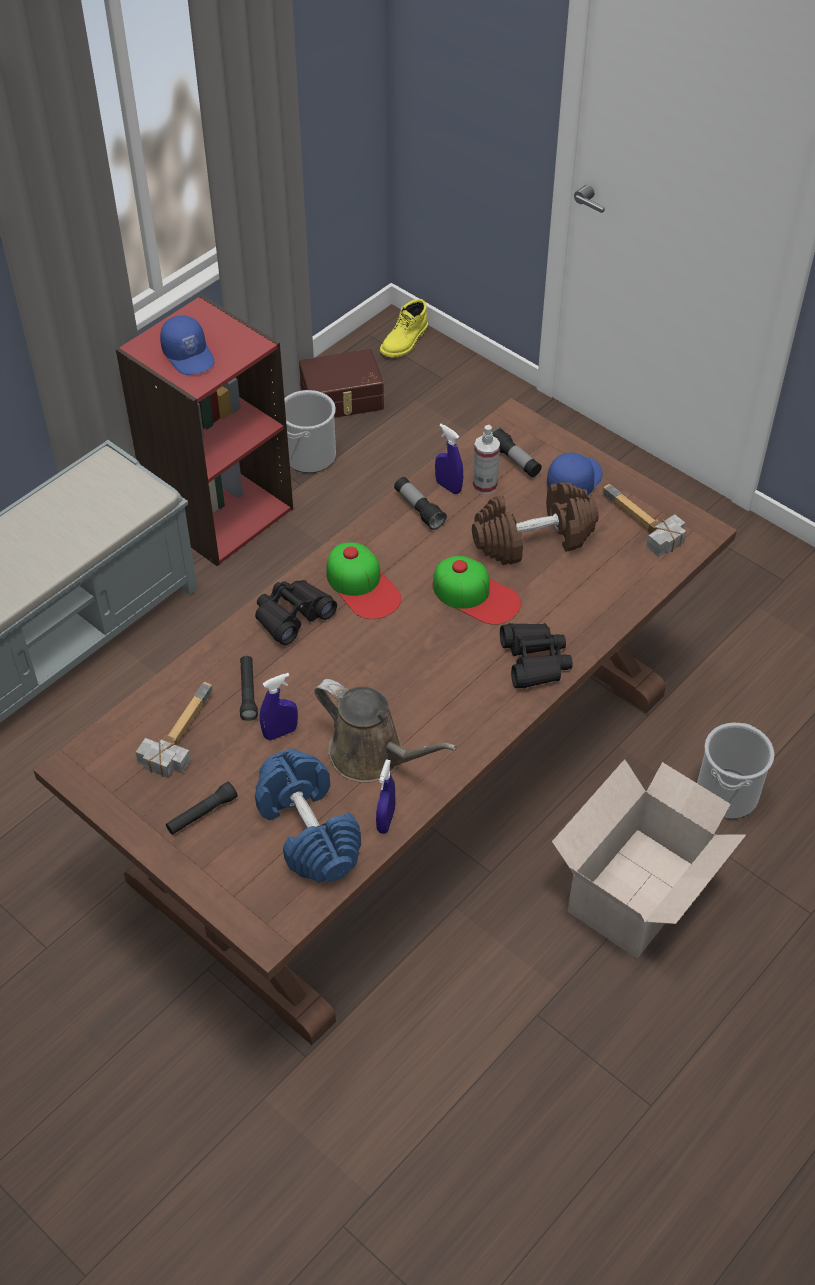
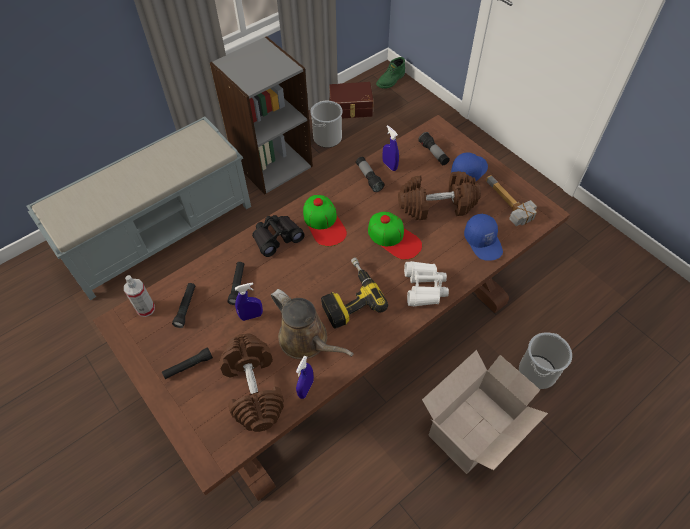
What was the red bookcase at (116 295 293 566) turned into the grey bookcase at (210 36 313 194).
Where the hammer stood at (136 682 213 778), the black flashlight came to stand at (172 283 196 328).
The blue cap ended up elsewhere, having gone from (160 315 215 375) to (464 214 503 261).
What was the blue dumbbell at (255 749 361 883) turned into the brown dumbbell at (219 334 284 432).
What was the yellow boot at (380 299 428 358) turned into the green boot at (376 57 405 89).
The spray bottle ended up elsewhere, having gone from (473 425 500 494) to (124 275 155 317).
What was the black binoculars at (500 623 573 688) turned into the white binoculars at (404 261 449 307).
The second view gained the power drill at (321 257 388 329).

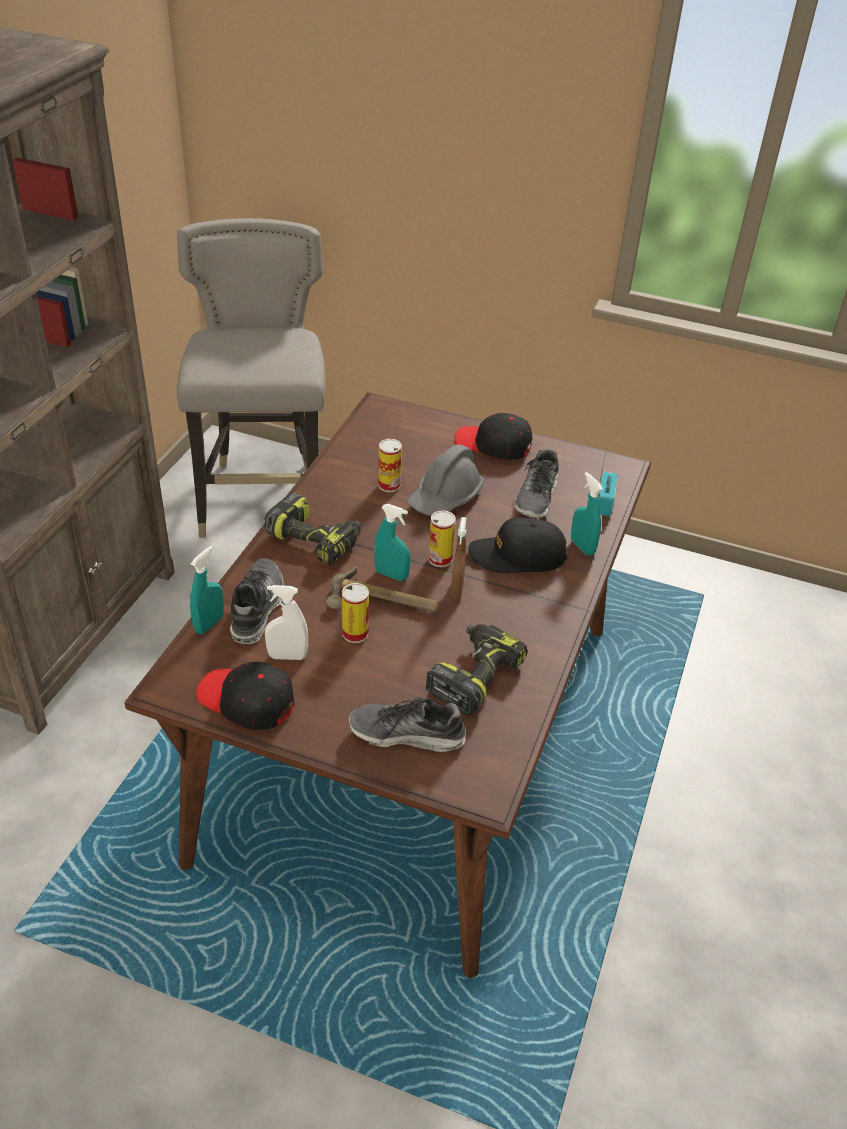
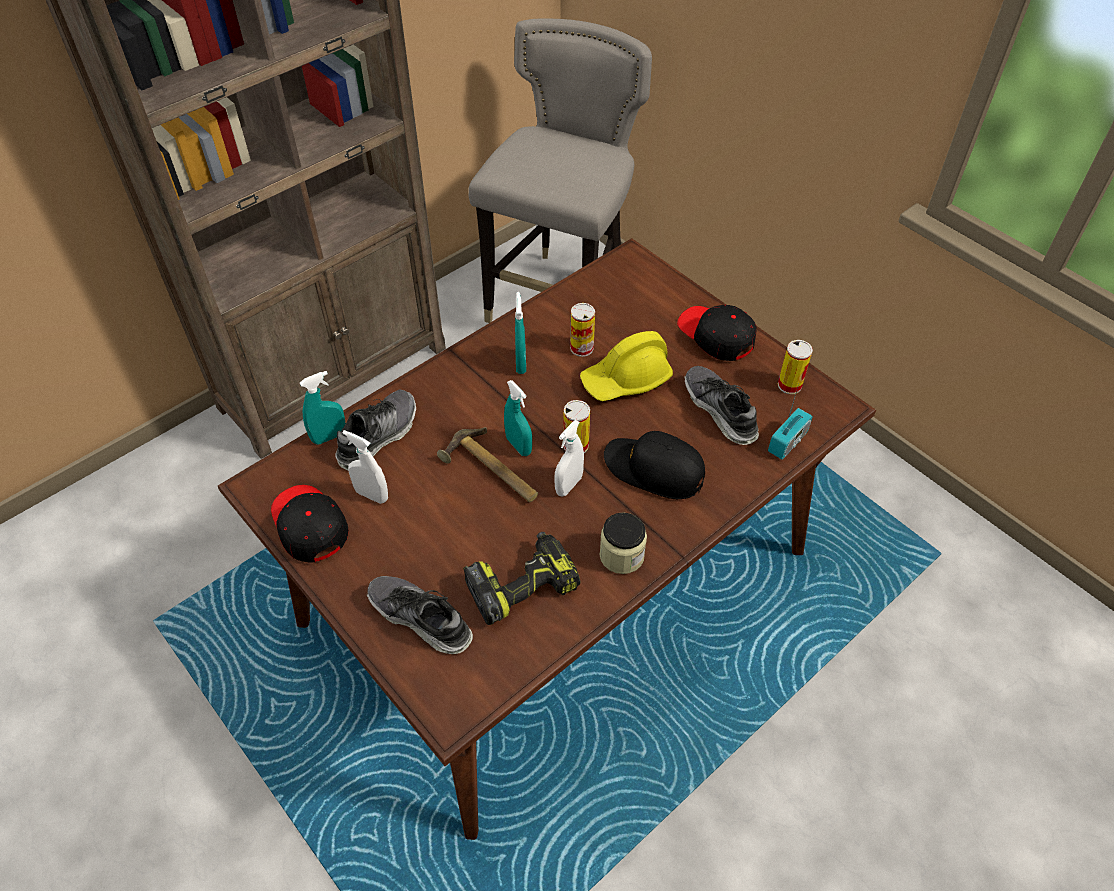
The second view lost the power drill at (264 492 362 565).
The can ended up elsewhere, having gone from (342 583 369 643) to (778 340 813 394).
What was the grey hard hat at (407 444 484 516) turned into the yellow hard hat at (580 331 673 401).
What was the brown spray bottle at (450 517 466 600) turned into the white spray bottle at (554 420 584 497).
The shoe at (514 449 559 518) ended up facing another way, 105 degrees clockwise from before.
The turquoise spray bottle ended up elsewhere, having gone from (571 472 603 556) to (515 292 526 374).
The second view gained the jar at (599 512 647 574).

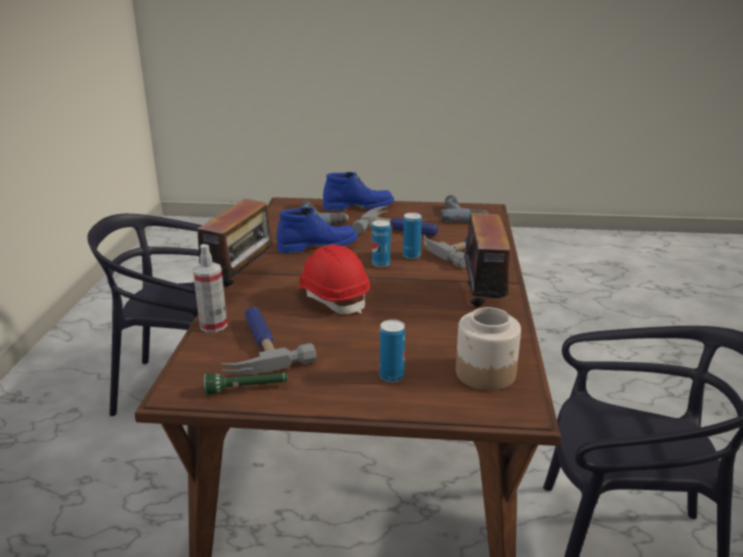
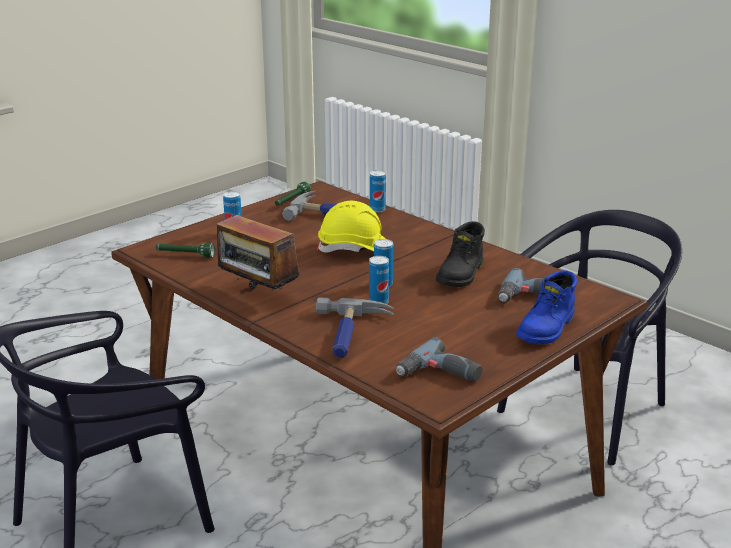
The second view lost the radio at (188 197 278 286).
Where the spray bottle stood at (193 244 227 333), the can came to stand at (370 170 386 213).
What was the blue boot at (277 207 358 253) turned into the black boot at (436 221 485 287).
What was the red hard hat at (295 245 370 314) turned into the yellow hard hat at (317 201 386 253).
The second view lost the hammer at (352 206 438 236).
Where the jar stood at (456 307 521 391), the green flashlight came to stand at (156 243 215 258).

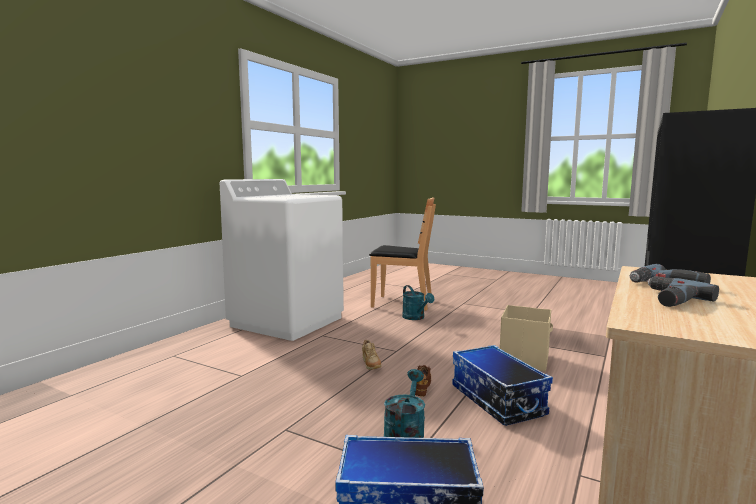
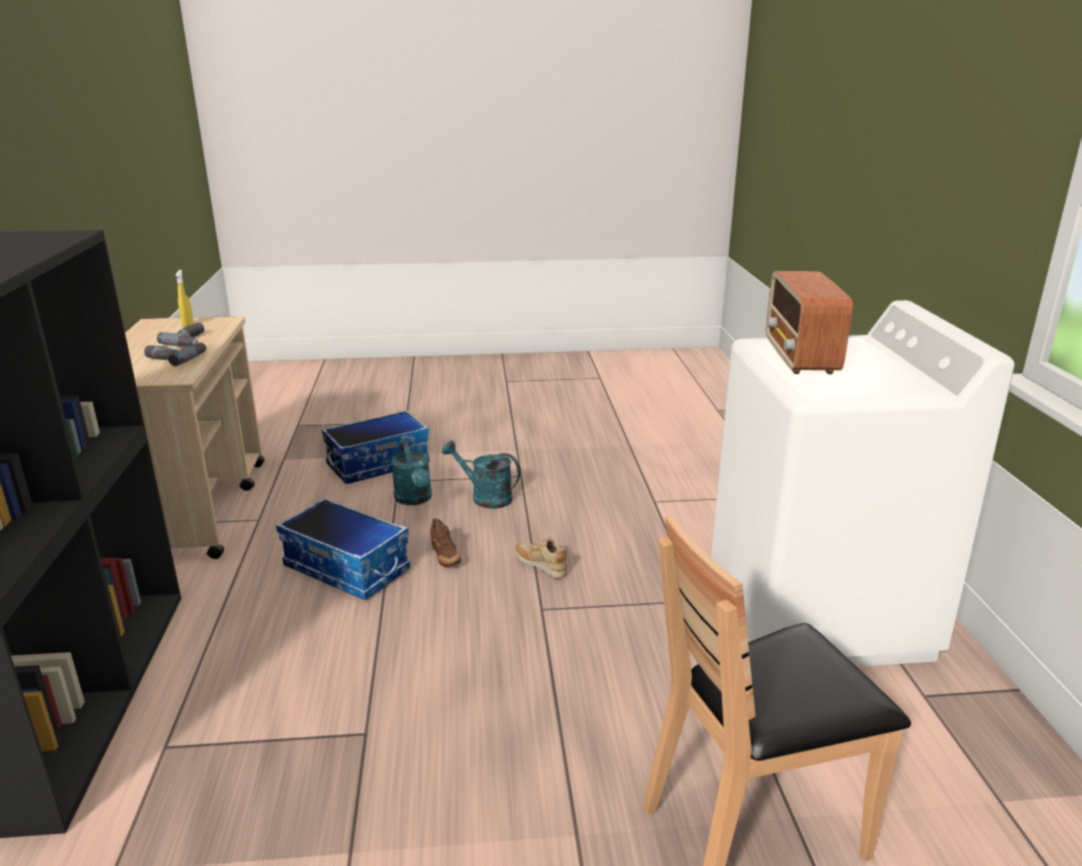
The turquoise watering can ended up elsewhere, having gone from (402 285 434 320) to (442 440 521 509).
The second view lost the beige storage box at (500 305 553 371).
The second view gained the yellow spray bottle at (176 270 193 327).
The second view gained the radio at (766 271 853 374).

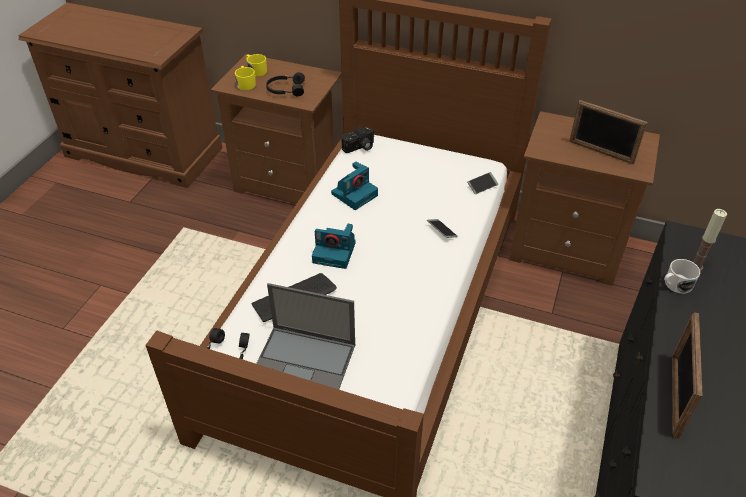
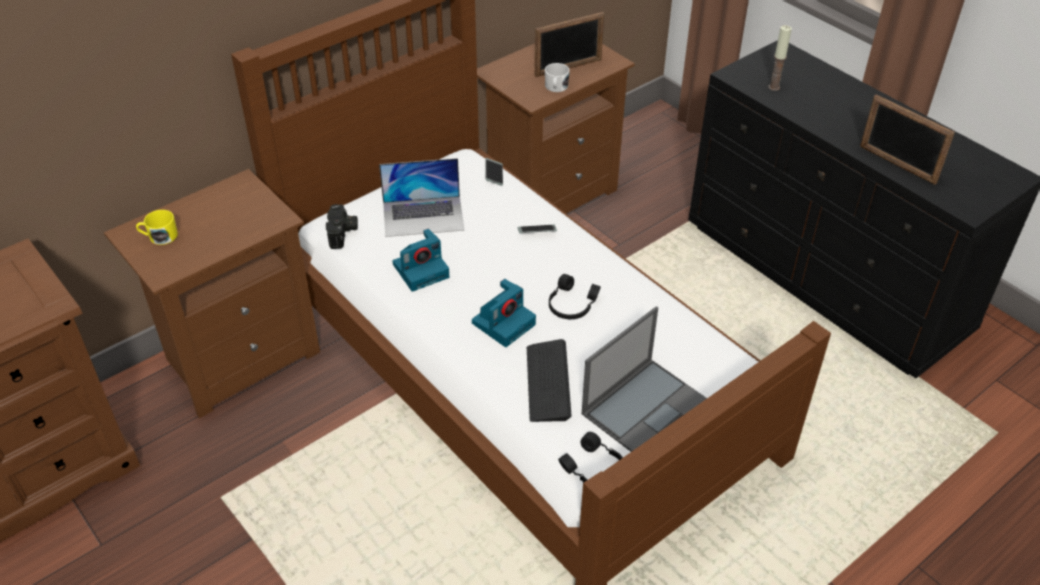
The second view lost the yellow mug at (235 66 256 90).
The black headphones ended up elsewhere, having gone from (266 72 305 96) to (549 274 601 319).
The photo camera at (331 162 378 210) ended up facing another way, 75 degrees clockwise from before.
The white mug ended up elsewhere, having gone from (664 259 700 294) to (545 63 570 92).
The second view gained the laptop at (379 158 464 237).

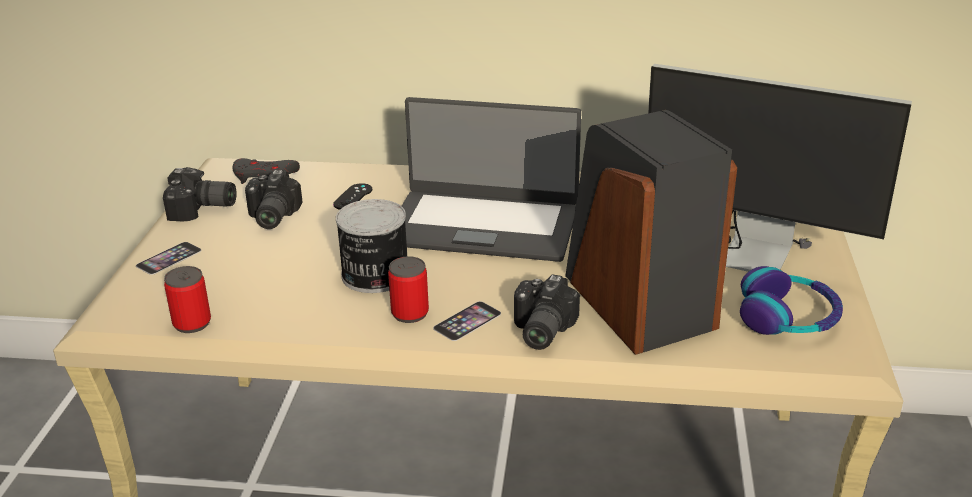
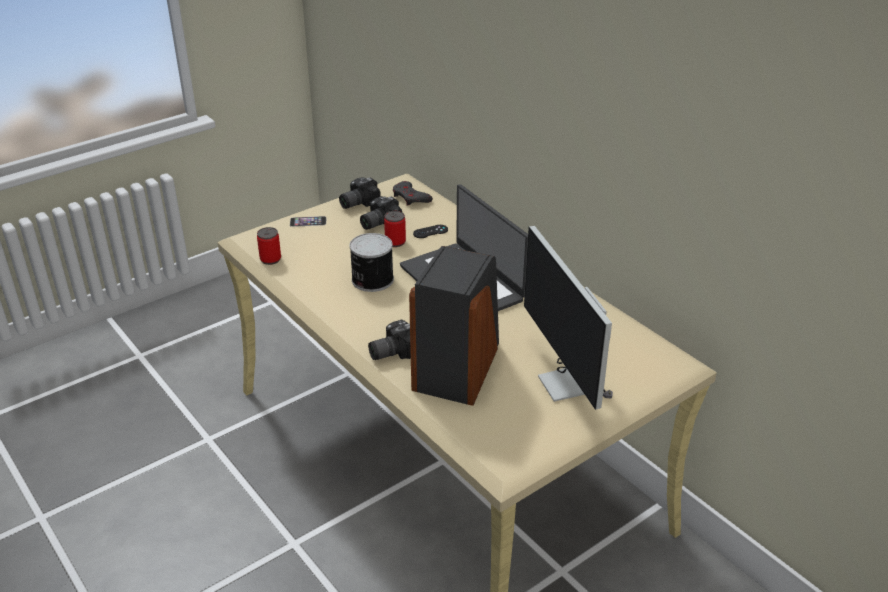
The photo camera at (163 167 237 221) ended up facing another way, 90 degrees clockwise from before.
The can ended up elsewhere, having gone from (388 256 429 323) to (384 211 406 247).
The second view lost the phone at (433 301 501 341).
The second view lost the headphones at (740 266 843 335).

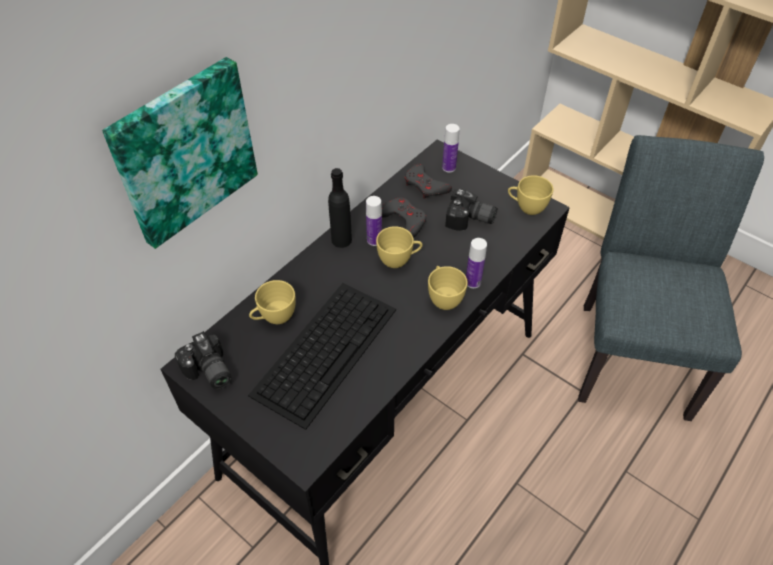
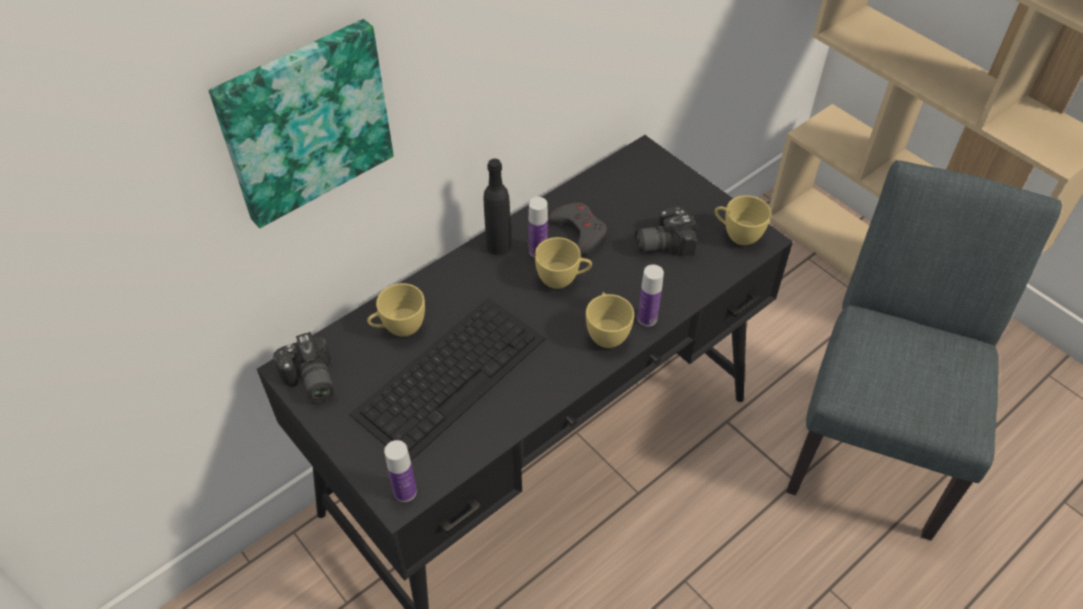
The second view lost the grey game controller at (405 164 452 199).
The bottle ended up elsewhere, having gone from (442 124 460 172) to (384 440 417 502).
The photo camera at (445 189 497 231) ended up facing another way, 135 degrees clockwise from before.

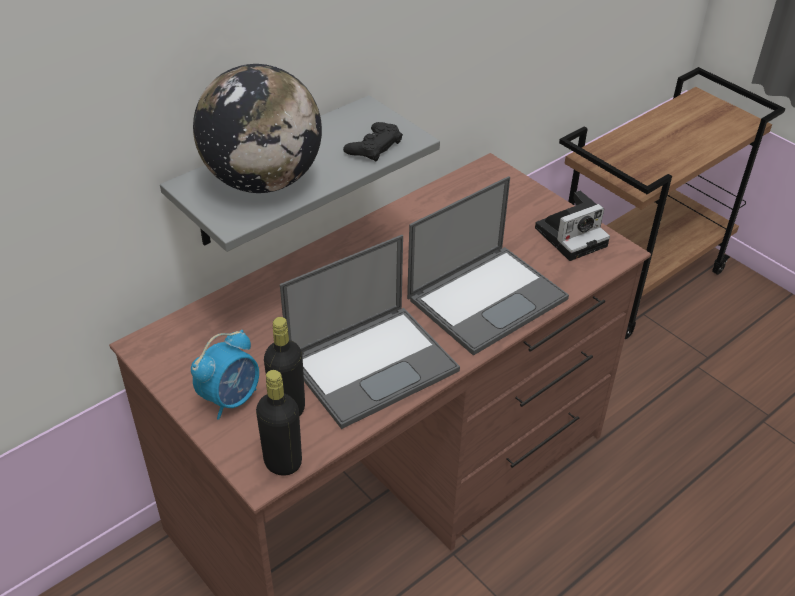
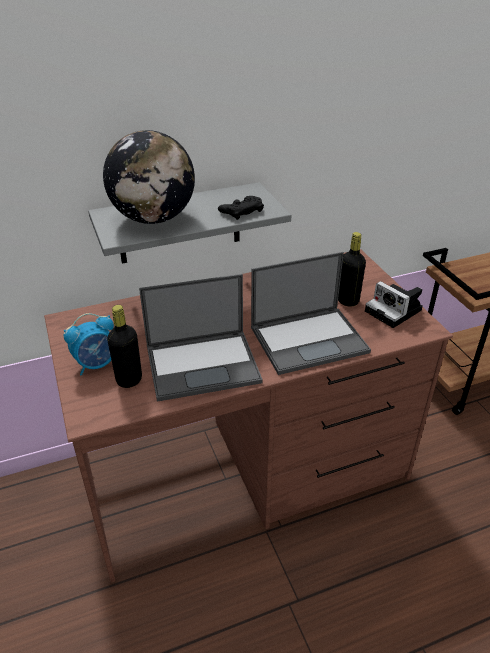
The black bottle ended up elsewhere, having gone from (256 370 302 476) to (338 232 366 307).
The photo camera at (535 191 610 261) ended up facing another way, 60 degrees clockwise from before.

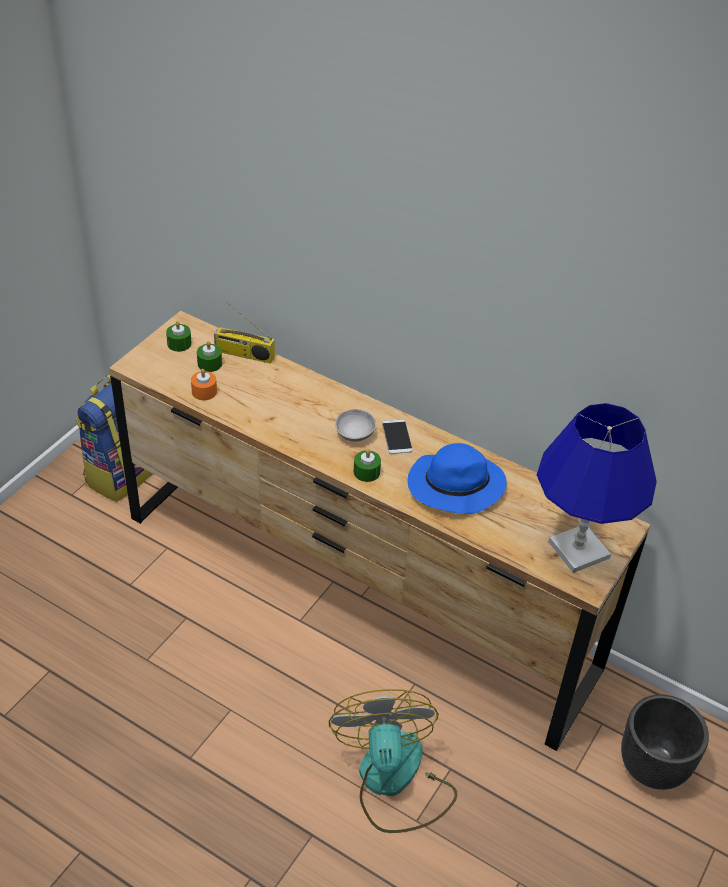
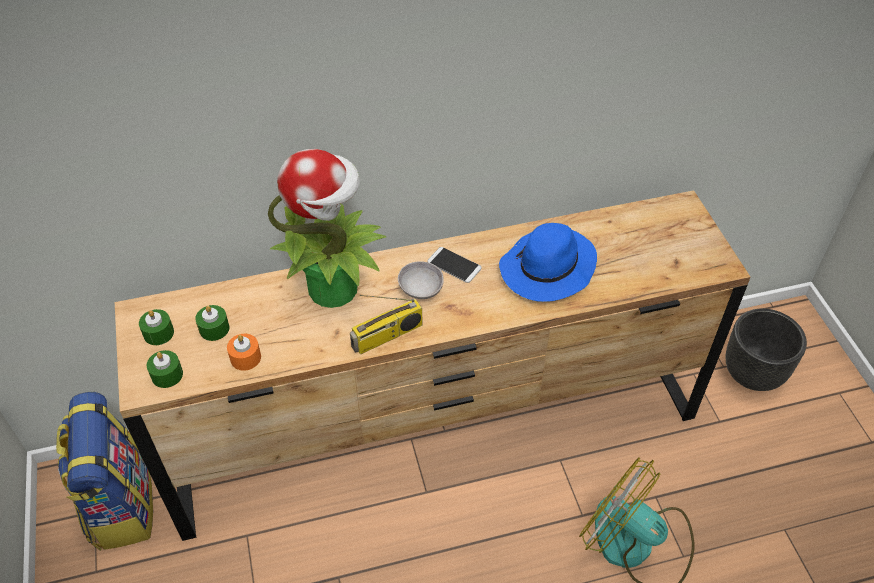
The radio ended up elsewhere, having gone from (214 302 275 364) to (350 295 423 354).
The green candle ended up elsewhere, having gone from (354 449 381 482) to (146 350 183 388).
The second view lost the blue table lamp at (537 403 657 573).
The second view gained the potted plant at (268 149 386 308).

